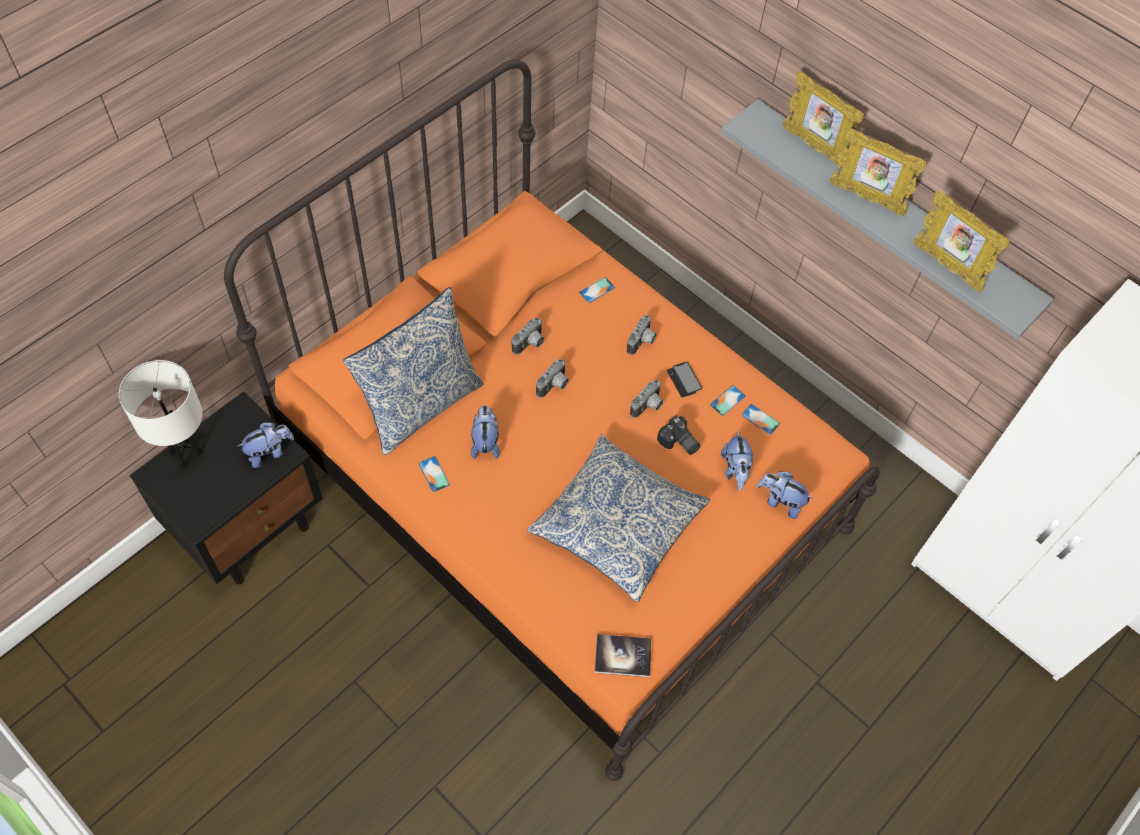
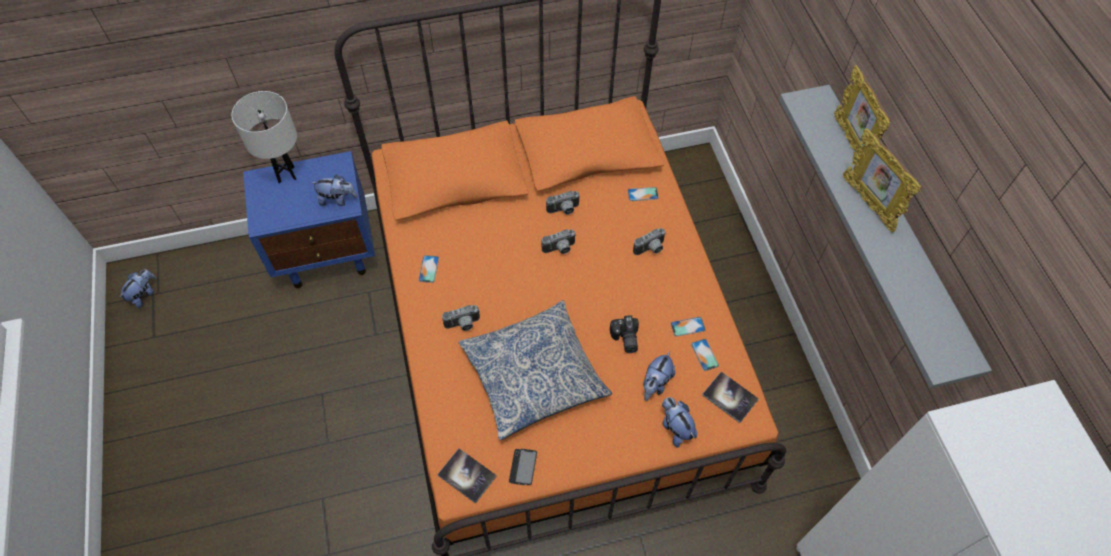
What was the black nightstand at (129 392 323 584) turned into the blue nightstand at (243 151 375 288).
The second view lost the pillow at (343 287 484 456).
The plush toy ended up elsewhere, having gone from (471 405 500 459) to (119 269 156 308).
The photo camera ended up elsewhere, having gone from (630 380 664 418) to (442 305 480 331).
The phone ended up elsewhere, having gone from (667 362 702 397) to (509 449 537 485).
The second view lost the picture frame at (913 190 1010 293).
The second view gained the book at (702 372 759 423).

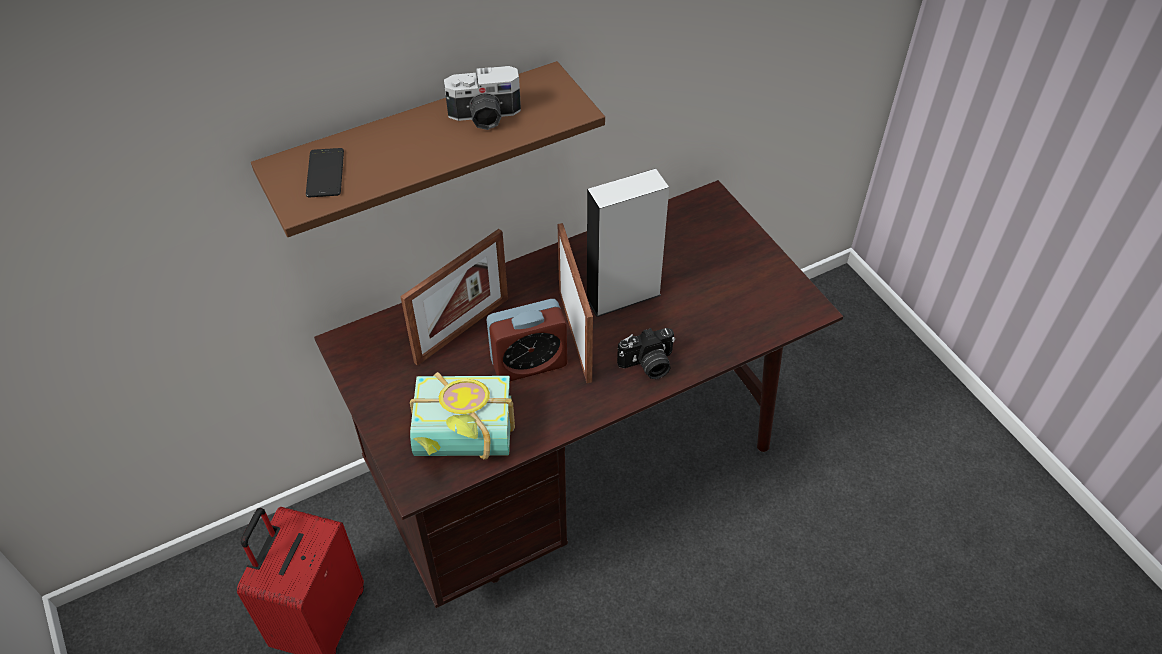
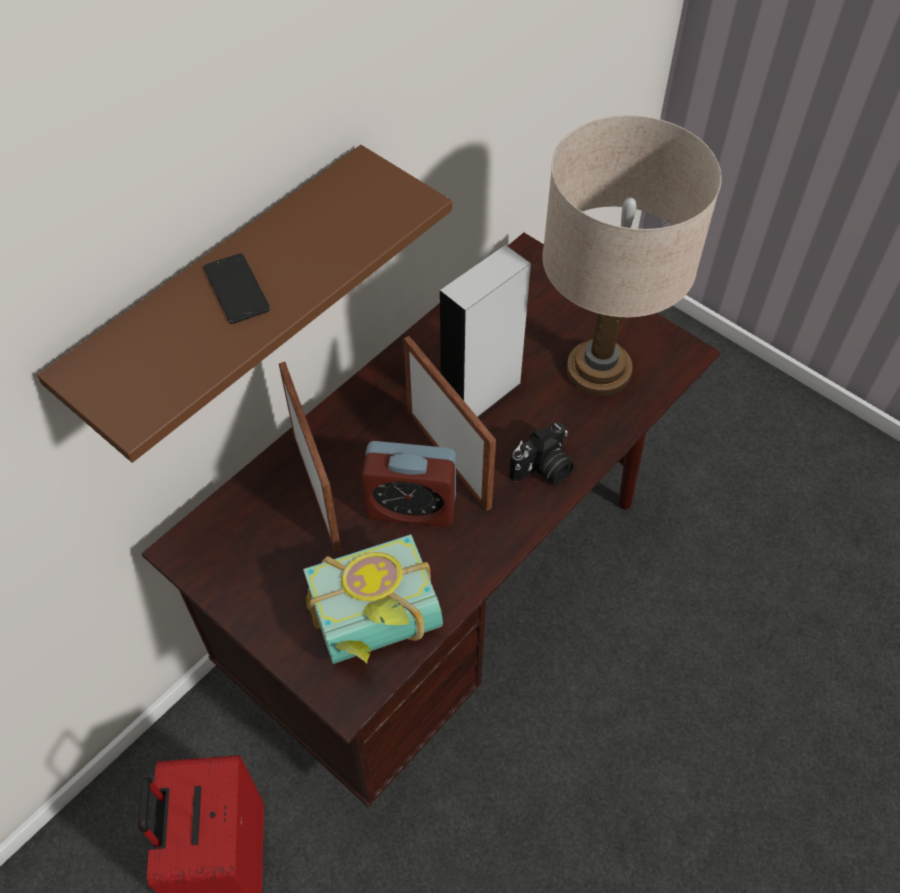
The phone ended up elsewhere, having gone from (306 148 344 197) to (204 253 270 324).
The picture frame at (400 229 508 366) ended up facing another way, 45 degrees counterclockwise from before.
The second view lost the photo camera at (444 66 521 130).
The alarm clock at (487 299 567 381) ended up facing another way, 45 degrees clockwise from before.
The second view gained the beige table lamp at (542 115 722 396).

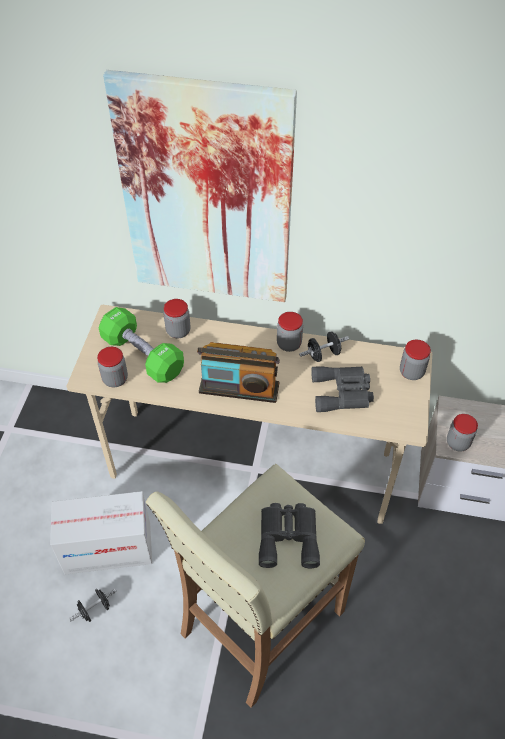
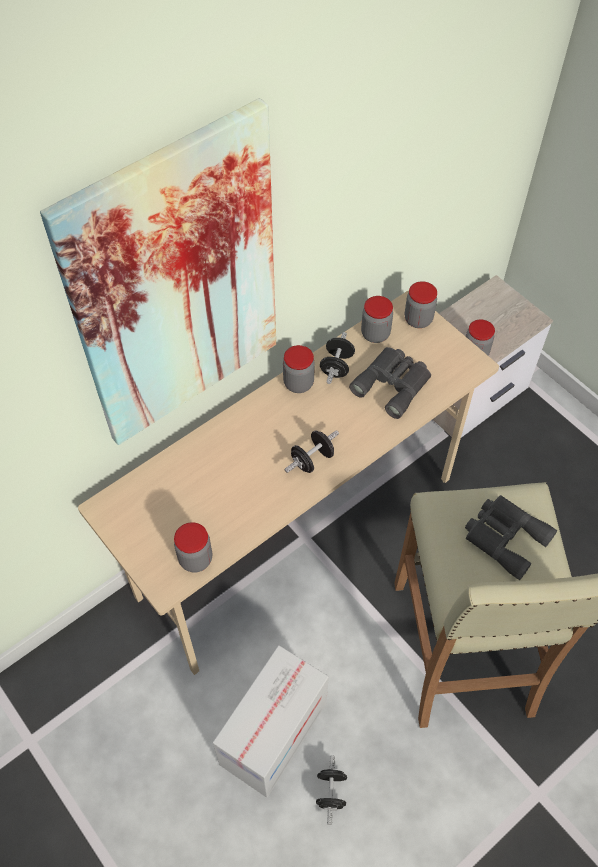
The second view lost the green dumbbell at (99 307 184 383).
The jar ended up elsewhere, having gone from (164 299 190 338) to (361 296 393 343).
Where the radio stood at (197 342 280 403), the black dumbbell came to stand at (285 430 339 473).

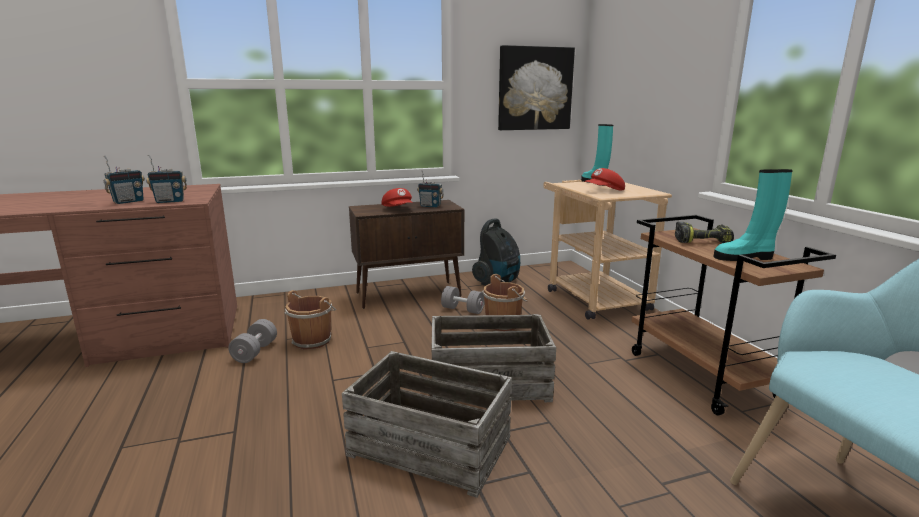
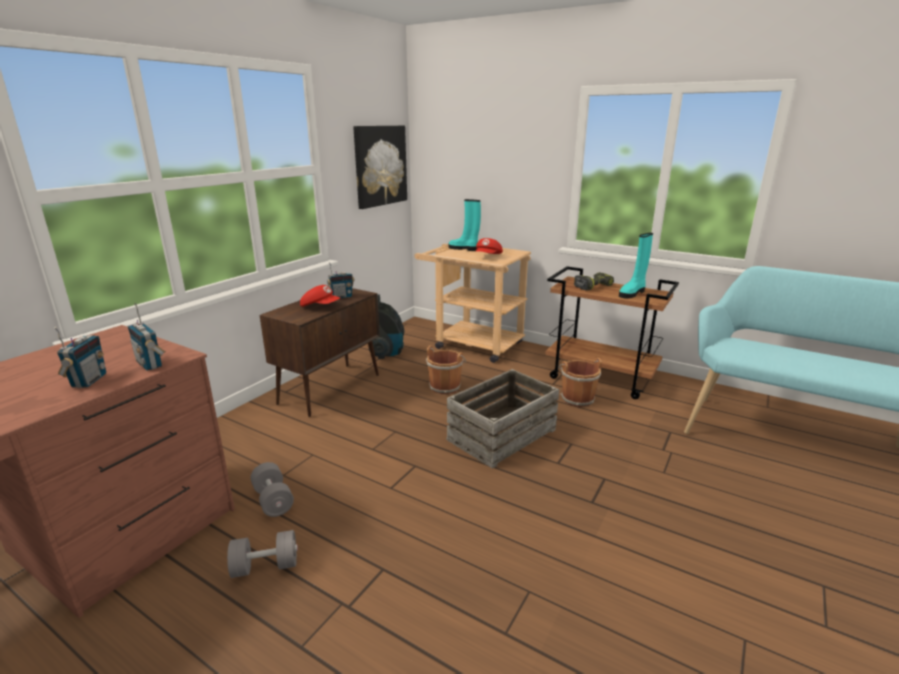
The radio at (146 155 187 203) ended up facing another way, 105 degrees clockwise from before.
The brown bucket ended up elsewhere, having gone from (285 290 336 349) to (559 358 602 407).
The second view lost the crate at (342 351 512 498).
The grey dumbbell ended up elsewhere, having gone from (441 286 485 314) to (227 530 298 578).

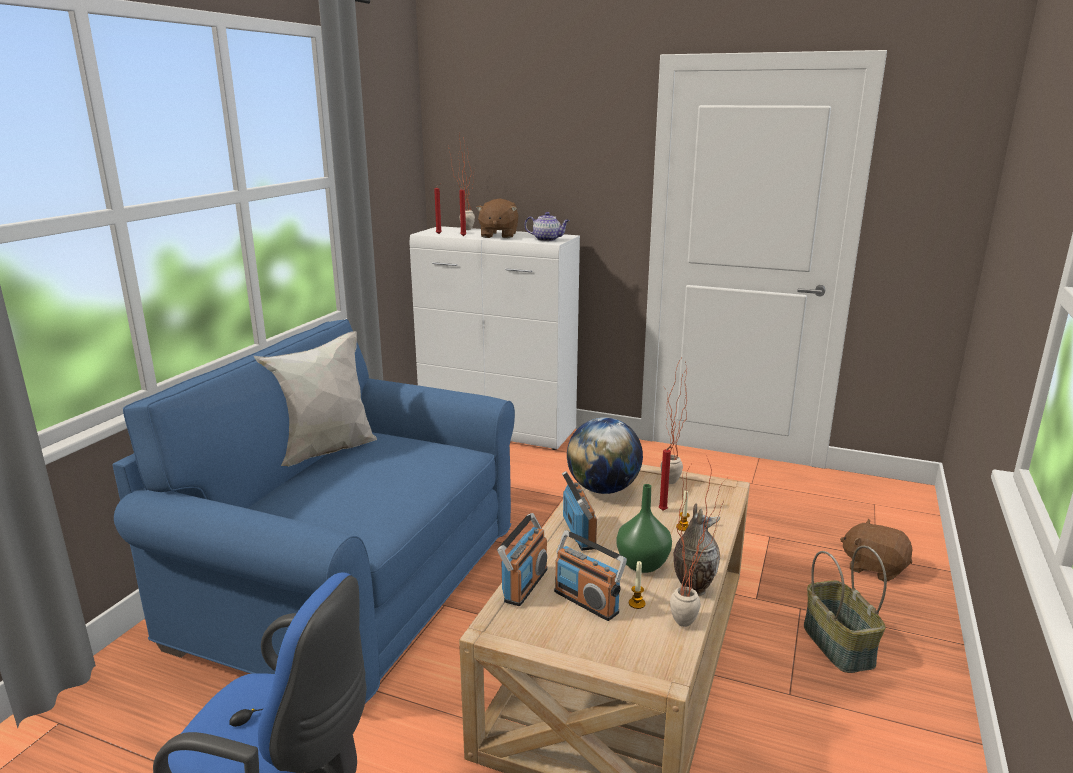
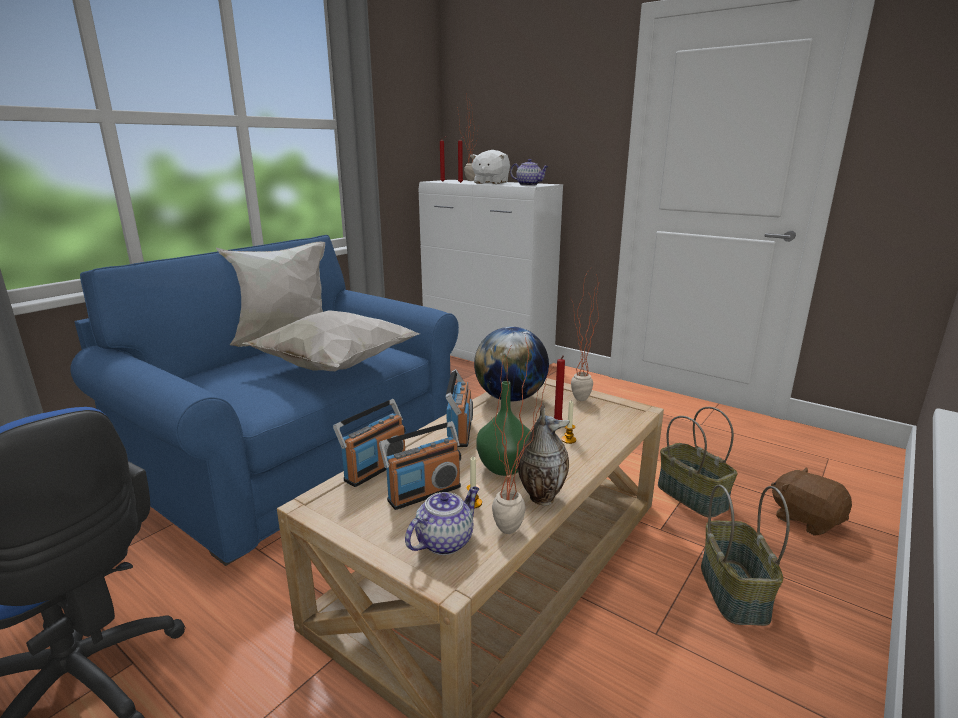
What was the brown plush toy at (476 198 518 238) turned into the white plush toy at (470 150 510 184).
The radio at (554 530 627 621) ended up facing another way, 90 degrees counterclockwise from before.
The second view gained the white pillow at (242 311 420 371).
The second view gained the teapot at (405 487 479 555).
The second view gained the basket at (658 407 738 517).

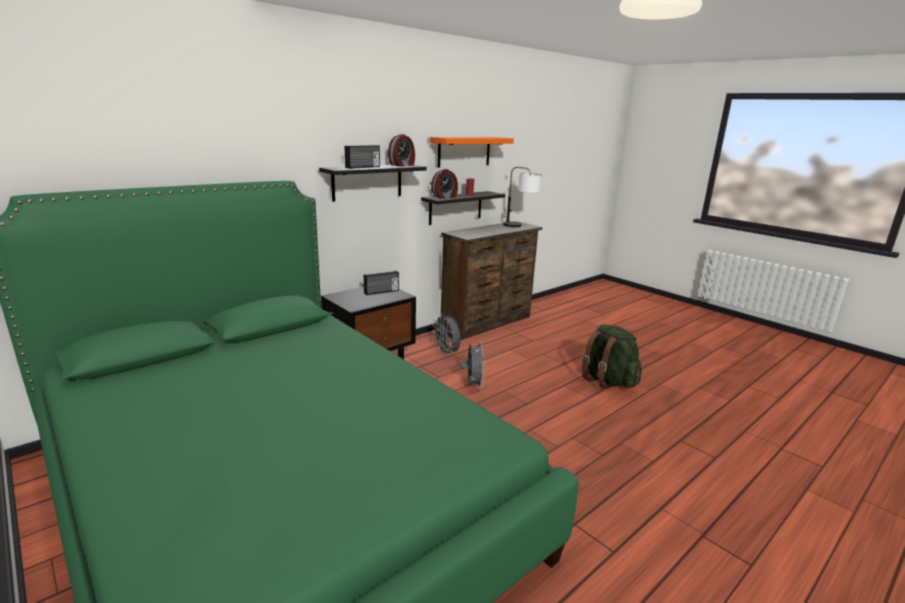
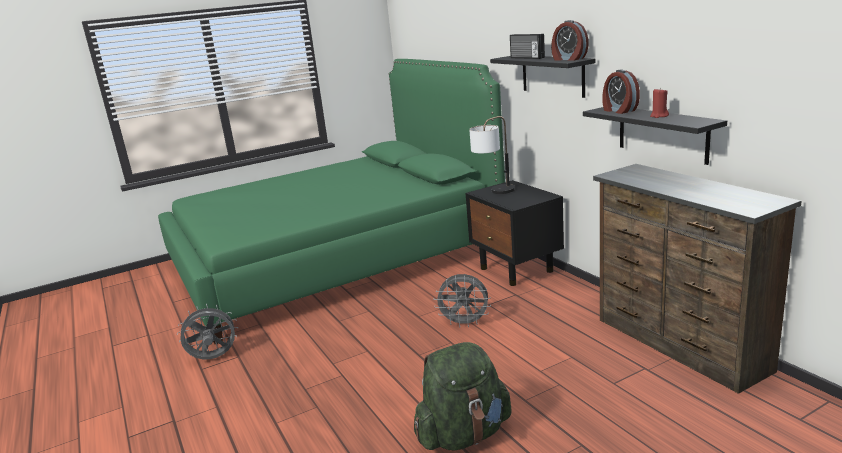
The second view lost the radio at (364 271 399 295).
The second view lost the orange shelf at (430 137 514 167).
The grey fan ended up elsewhere, having gone from (432 314 461 356) to (177 304 238 359).
The table lamp ended up elsewhere, having gone from (503 167 542 227) to (469 116 515 194).

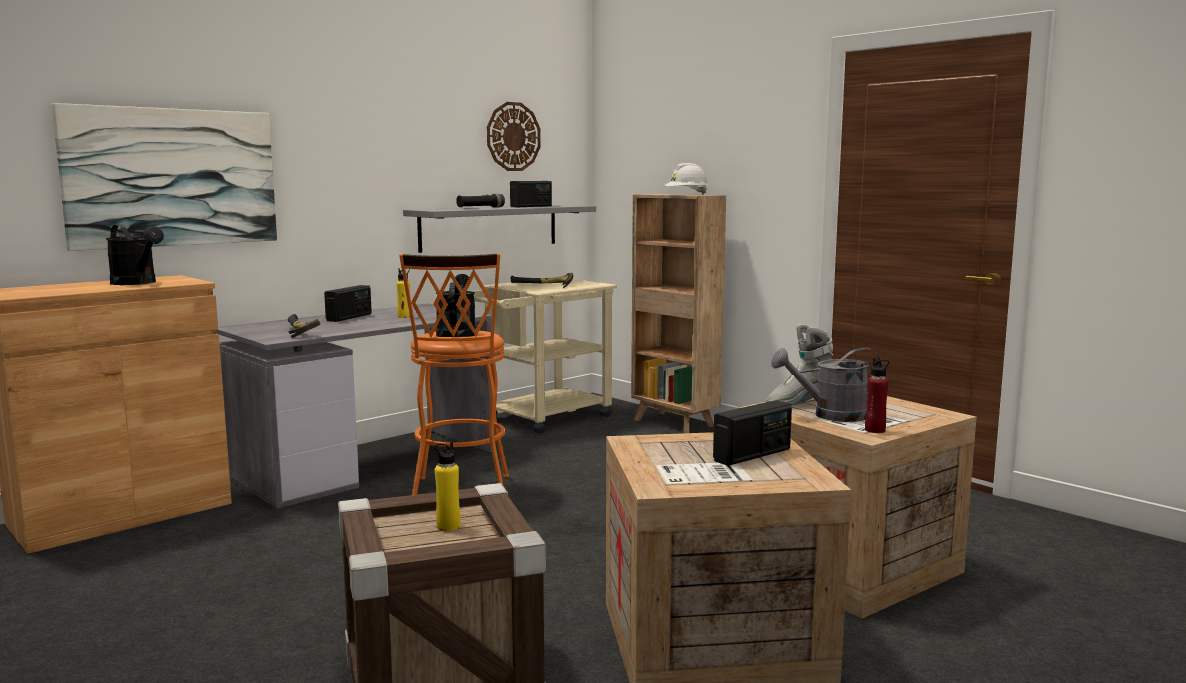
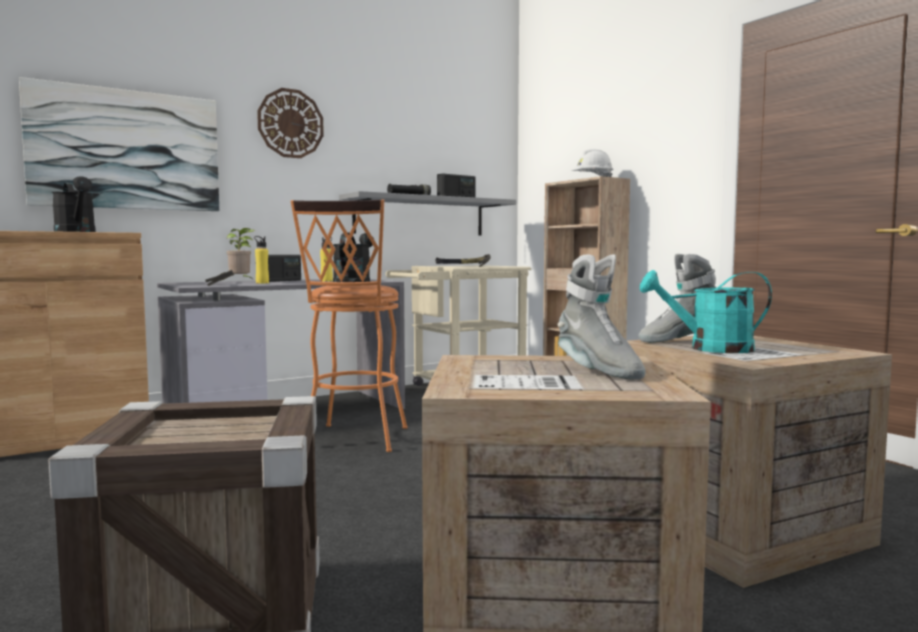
The yellow bottle ended up elsewhere, having gone from (434 441 460 531) to (254 236 269 284).
The wall clock ended up elsewhere, having gone from (487 102 541 171) to (257 88 324 158).
Where the radio stood at (713 400 792 466), the grey boot came to stand at (557 254 646 379).
What was the grey watering can at (771 348 882 422) turned into the turquoise watering can at (640 270 772 353).
The second view lost the red bottle at (865 358 890 433).
The second view gained the potted plant at (227 228 255 279).

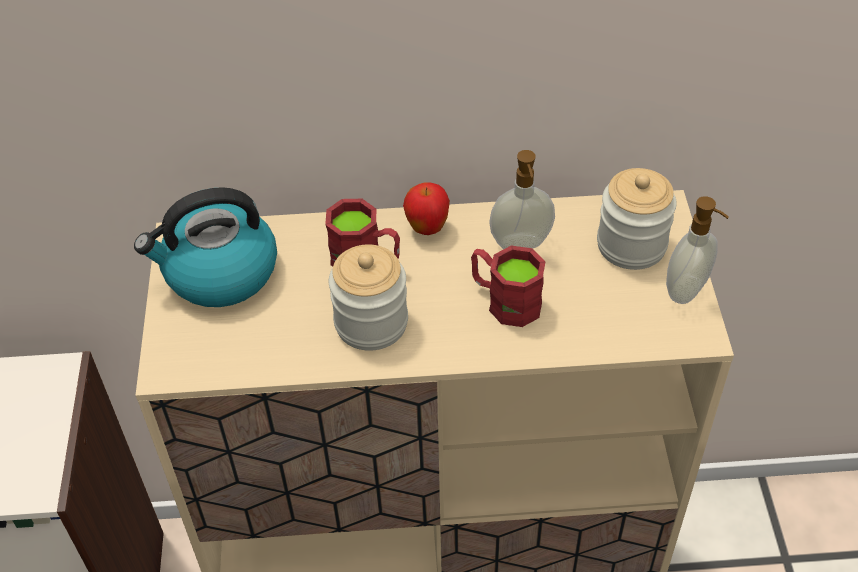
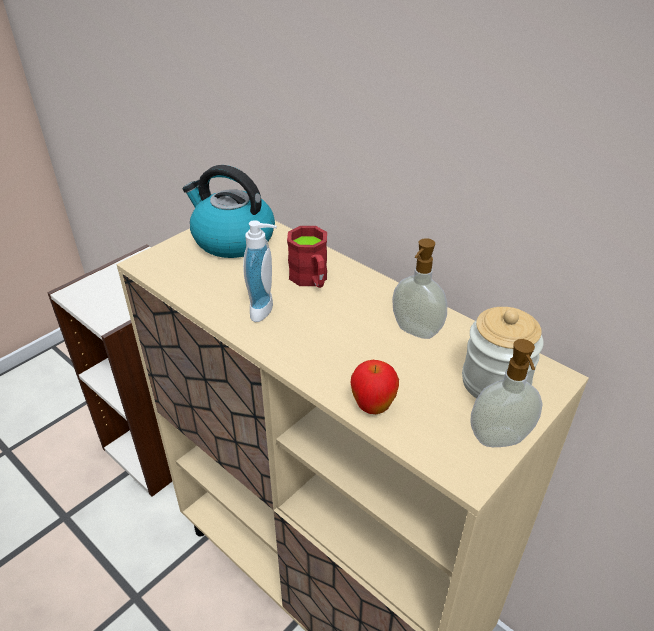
Where the jar stood at (329 244 408 351), the soap dispenser came to stand at (243 220 277 322).
The apple ended up elsewhere, having gone from (403 183 450 235) to (350 360 399 414).
The second view lost the red mug at (471 246 545 327).

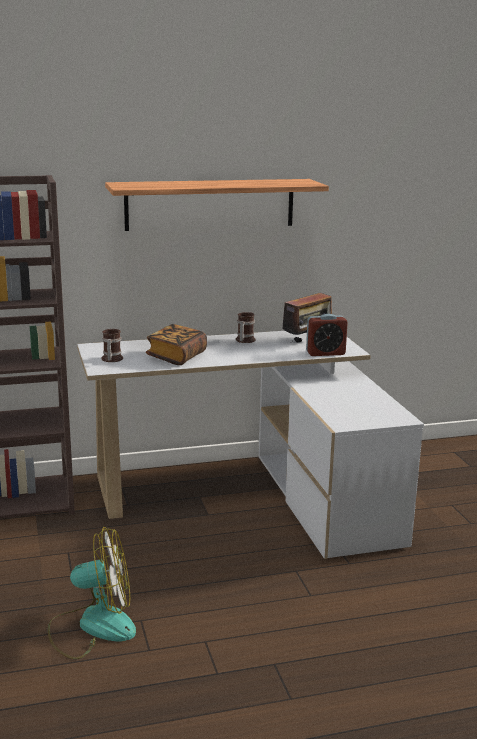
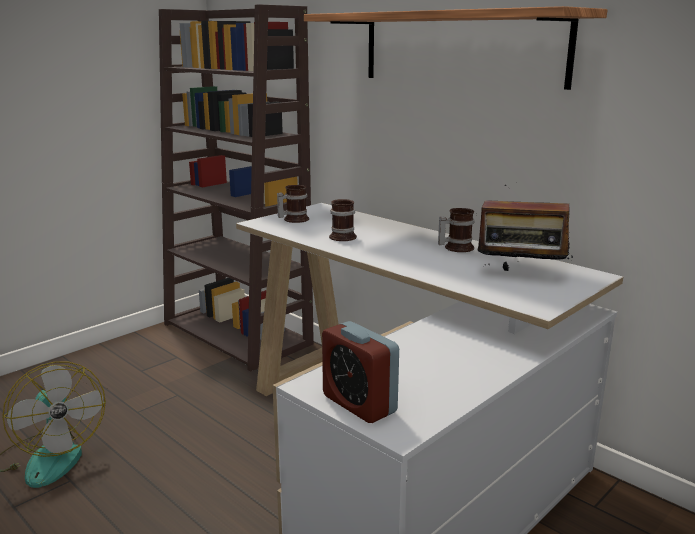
Where the book stood at (146 324 207 365), the mug came to stand at (329 199 357 241).
The alarm clock ended up elsewhere, having gone from (306 314 348 356) to (322 321 399 423).

